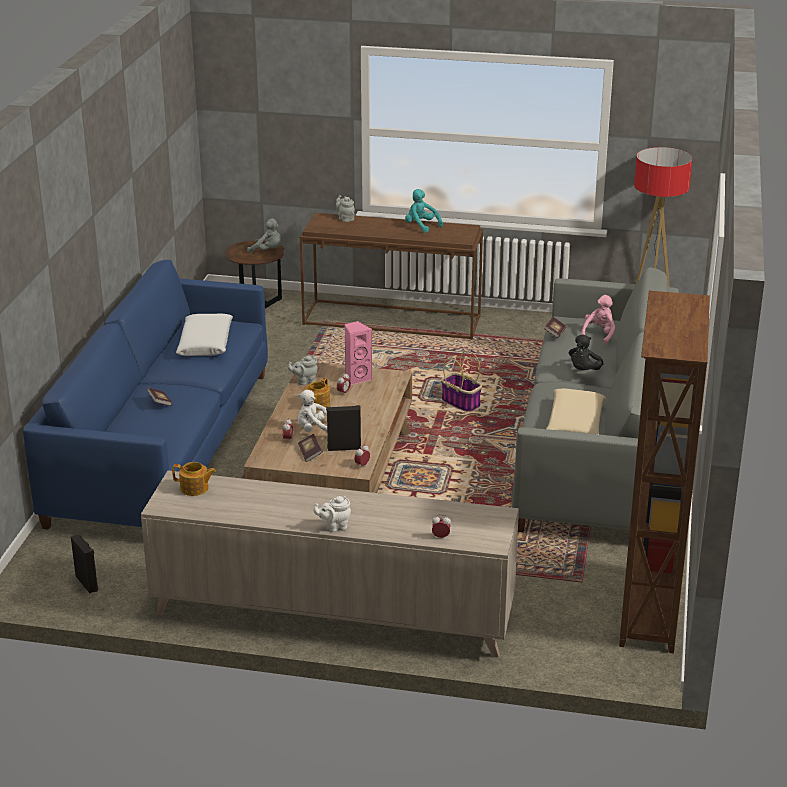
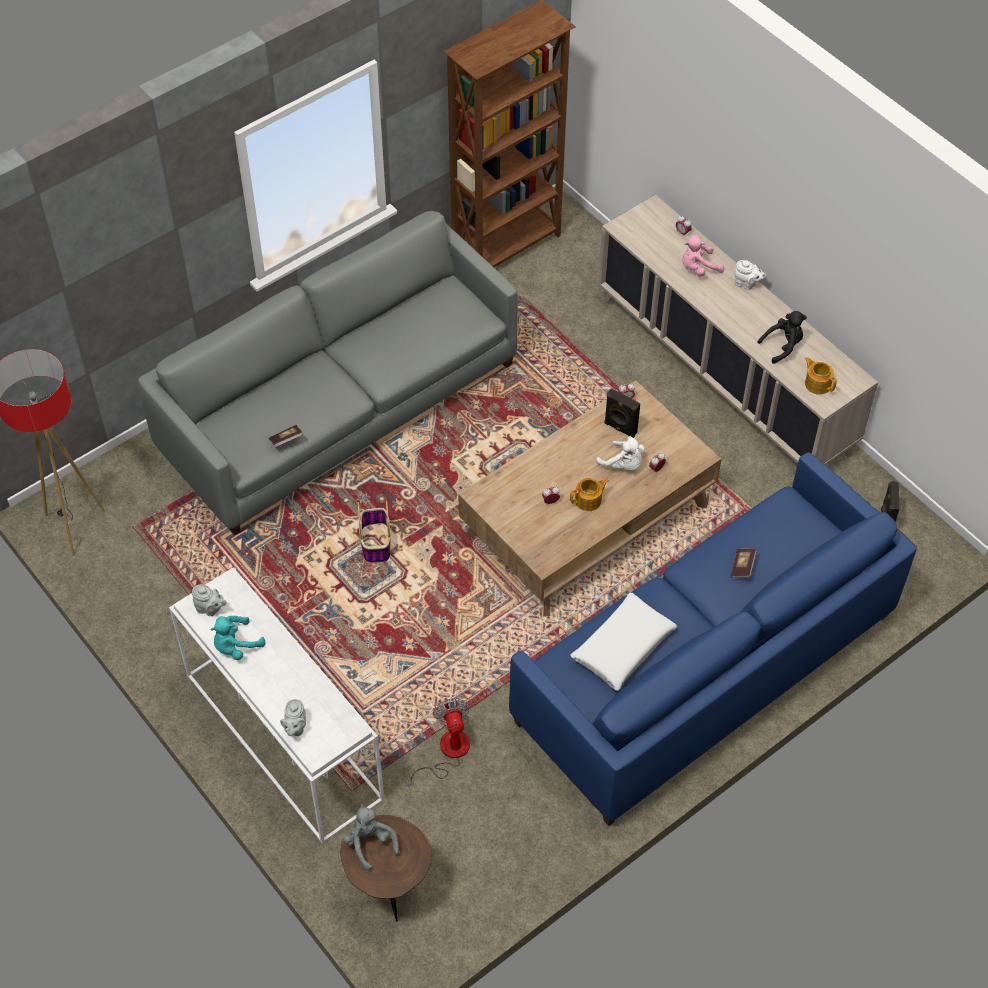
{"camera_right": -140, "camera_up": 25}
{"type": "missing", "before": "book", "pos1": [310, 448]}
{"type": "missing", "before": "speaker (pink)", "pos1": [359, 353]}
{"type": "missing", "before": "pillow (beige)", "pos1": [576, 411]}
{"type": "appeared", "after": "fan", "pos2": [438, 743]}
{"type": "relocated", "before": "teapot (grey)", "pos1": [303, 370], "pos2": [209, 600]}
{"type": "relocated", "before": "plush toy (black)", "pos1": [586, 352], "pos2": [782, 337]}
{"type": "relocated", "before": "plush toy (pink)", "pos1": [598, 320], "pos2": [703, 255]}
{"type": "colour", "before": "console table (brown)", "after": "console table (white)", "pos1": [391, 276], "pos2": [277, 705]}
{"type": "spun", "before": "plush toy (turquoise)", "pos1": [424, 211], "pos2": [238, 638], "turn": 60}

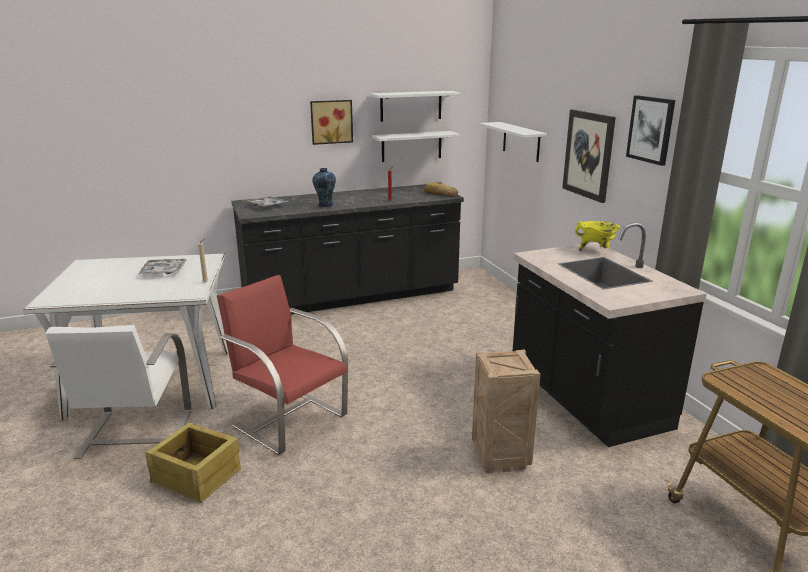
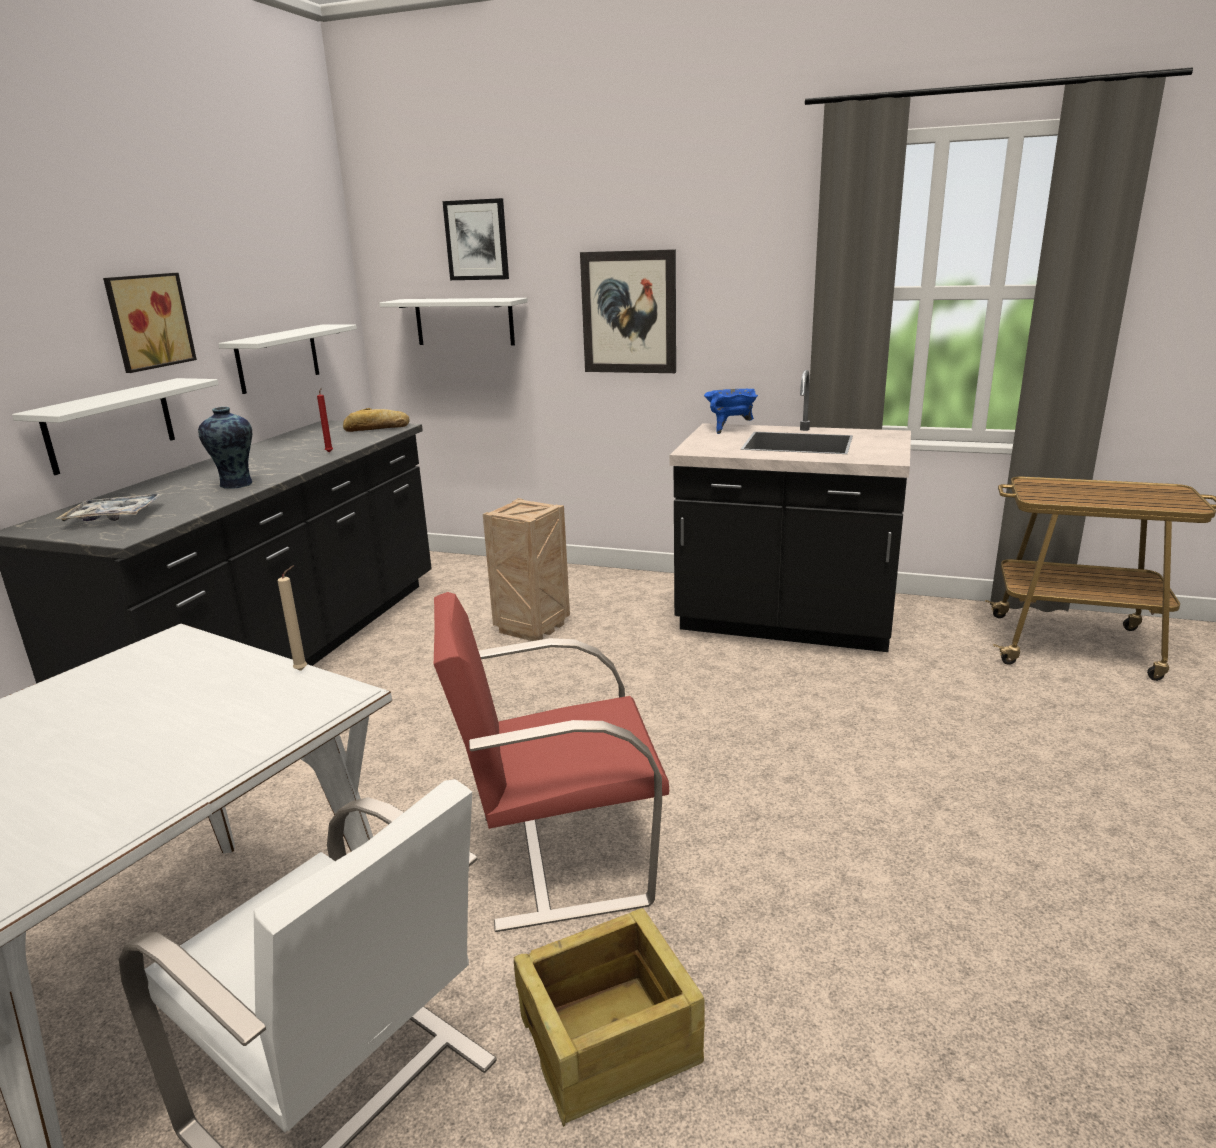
{"camera_right": -50, "camera_up": 0}
{"type": "missing", "before": "tray", "pos1": [163, 266]}
{"type": "relocated", "before": "shelf (white)", "pos1": [415, 106], "pos2": [115, 426]}
{"type": "relocated", "before": "crate", "pos1": [506, 411], "pos2": [526, 569]}
{"type": "relocated", "before": "picture", "pos1": [650, 130], "pos2": [475, 239]}
{"type": "colour", "before": "cooking pot (yellow)", "after": "cooking pot (blue)", "pos1": [597, 236], "pos2": [731, 411]}

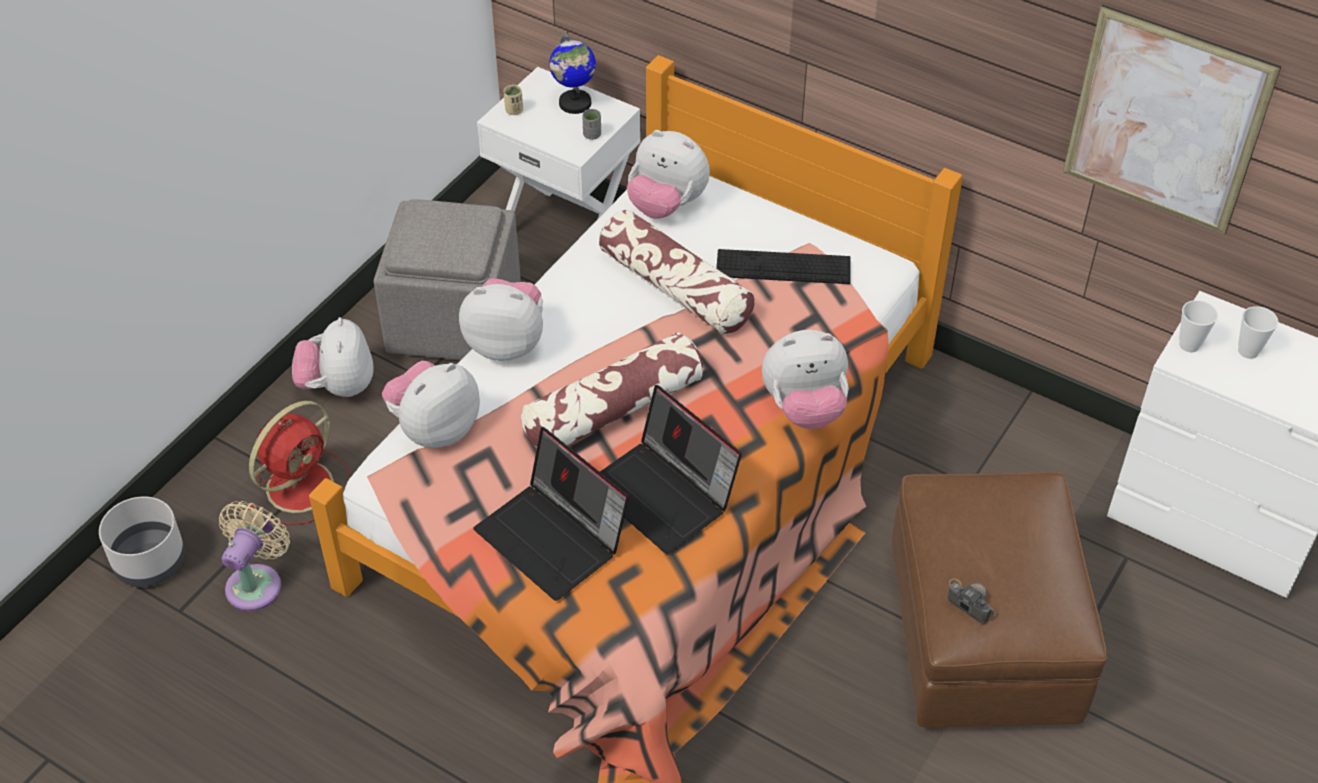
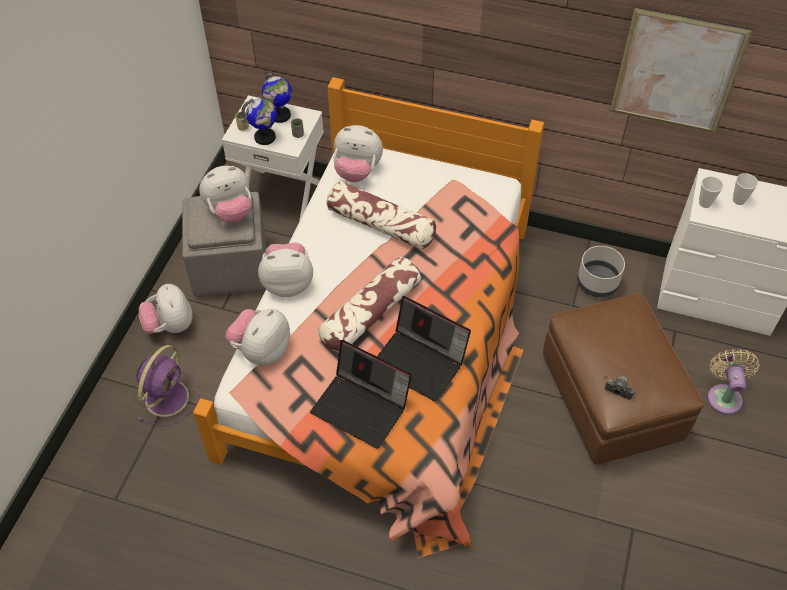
{"camera_right": -15, "camera_up": 5}
{"type": "missing", "before": "keyboard", "pos1": [783, 266]}
{"type": "appeared", "after": "globe", "pos2": [259, 121]}
{"type": "relocated", "before": "planter (grey)", "pos1": [142, 541], "pos2": [601, 271]}
{"type": "relocated", "before": "fan (beige)", "pos1": [254, 556], "pos2": [733, 382]}
{"type": "relocated", "before": "plush toy", "pos1": [805, 379], "pos2": [225, 194]}
{"type": "colour", "before": "fan (red)", "after": "fan (purple)", "pos1": [300, 463], "pos2": [168, 385]}

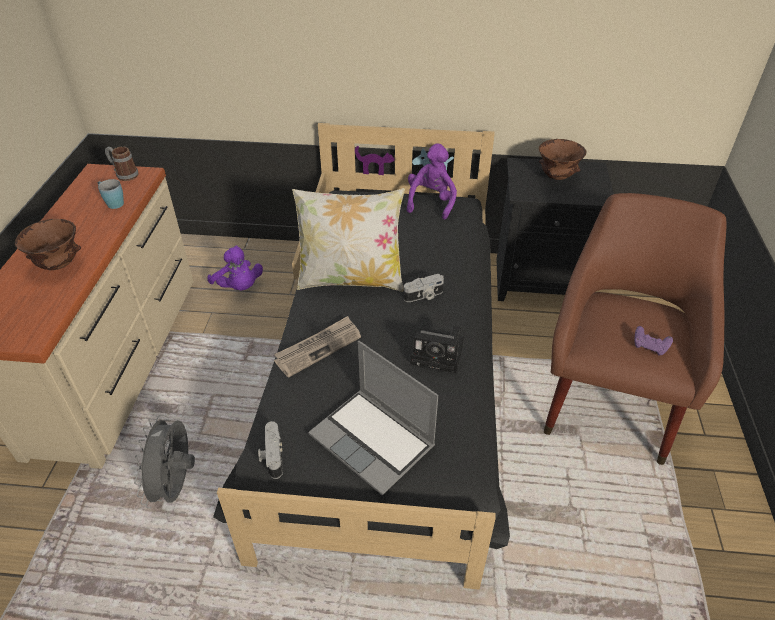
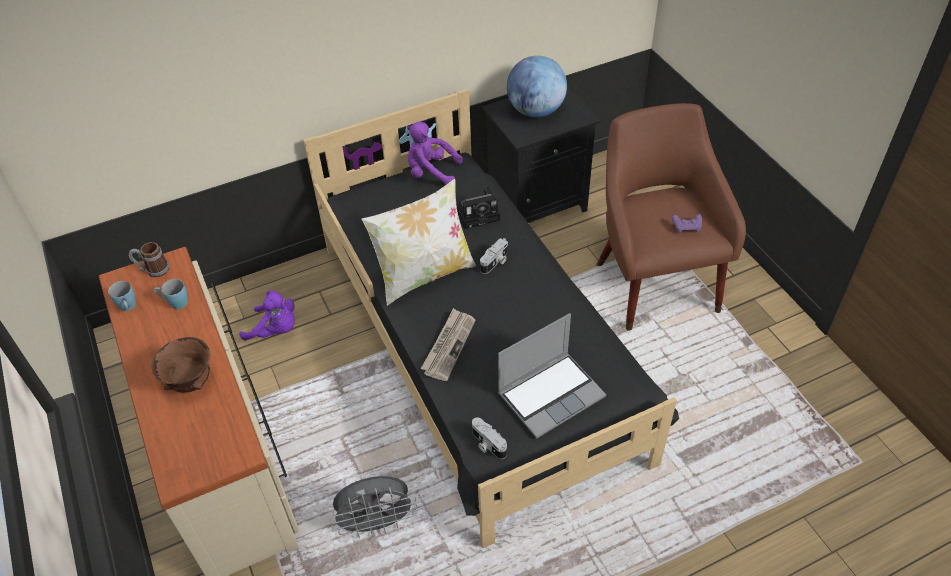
{"camera_right": -30, "camera_up": 5}
{"type": "appeared", "after": "mug (blue)", "pos2": [122, 296]}
{"type": "relocated", "before": "photo camera", "pos1": [437, 349], "pos2": [478, 207]}
{"type": "exchanged", "before": "bowl (brown)", "after": "globe", "pos1": [562, 159], "pos2": [537, 86]}
{"type": "spun", "before": "fan (grey)", "pos1": [164, 462], "pos2": [373, 507], "turn": -75}
{"type": "spun", "before": "laptop", "pos1": [373, 418], "pos2": [552, 376], "turn": -45}
{"type": "spun", "before": "plush toy (purple)", "pos1": [432, 181], "pos2": [434, 153], "turn": -60}

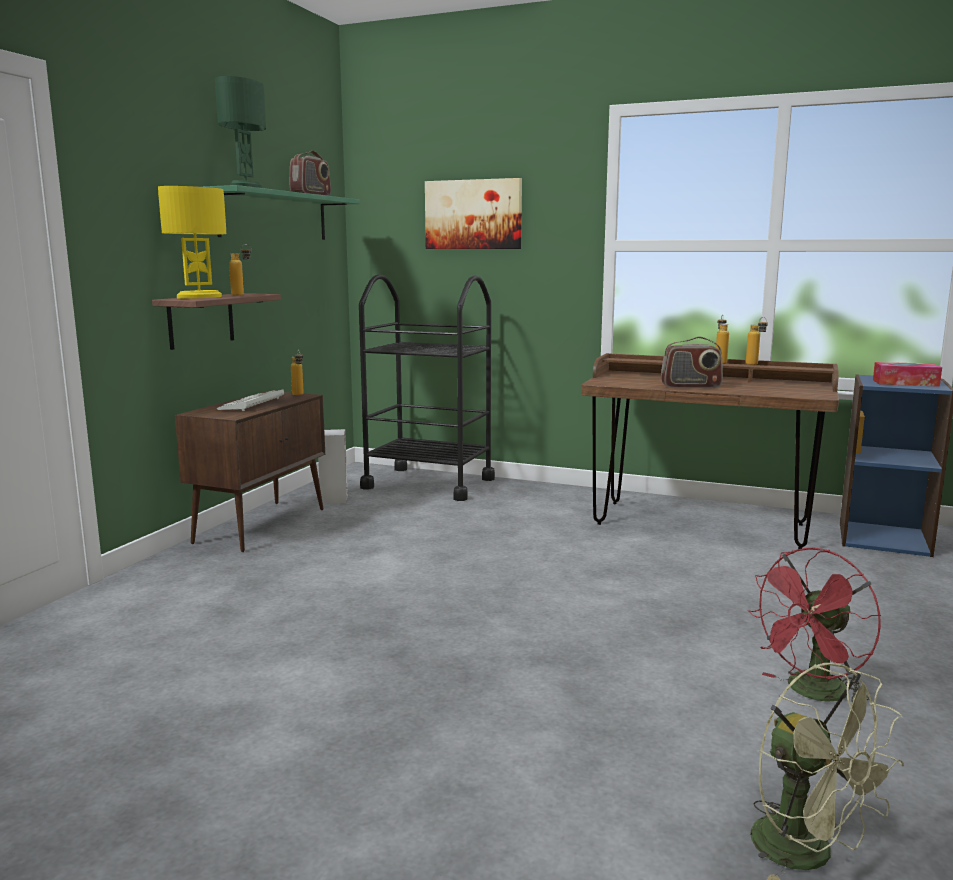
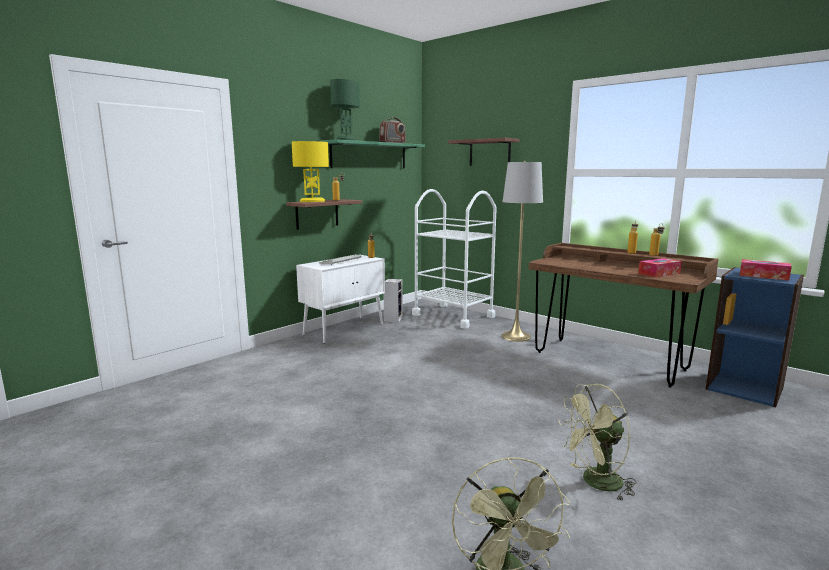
{"camera_right": 20, "camera_up": 0}
{"type": "missing", "before": "radio", "pos1": [692, 362]}
{"type": "appeared", "after": "floor lamp (grey)", "pos2": [522, 251]}
{"type": "appeared", "after": "tissue box", "pos2": [660, 267]}
{"type": "exchanged", "before": "picture", "after": "shelf", "pos1": [473, 213], "pos2": [483, 152]}
{"type": "colour", "before": "cabinet (brown)", "after": "cabinet (white)", "pos1": [250, 471], "pos2": [340, 299]}
{"type": "colour", "before": "cart (black)", "after": "cart (white)", "pos1": [427, 387], "pos2": [454, 259]}
{"type": "colour", "before": "fan (red)", "after": "fan (green)", "pos1": [814, 625], "pos2": [597, 443]}

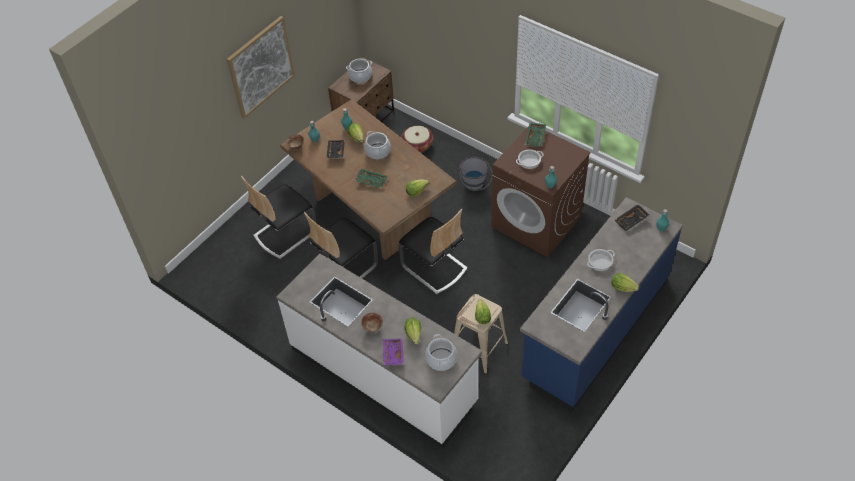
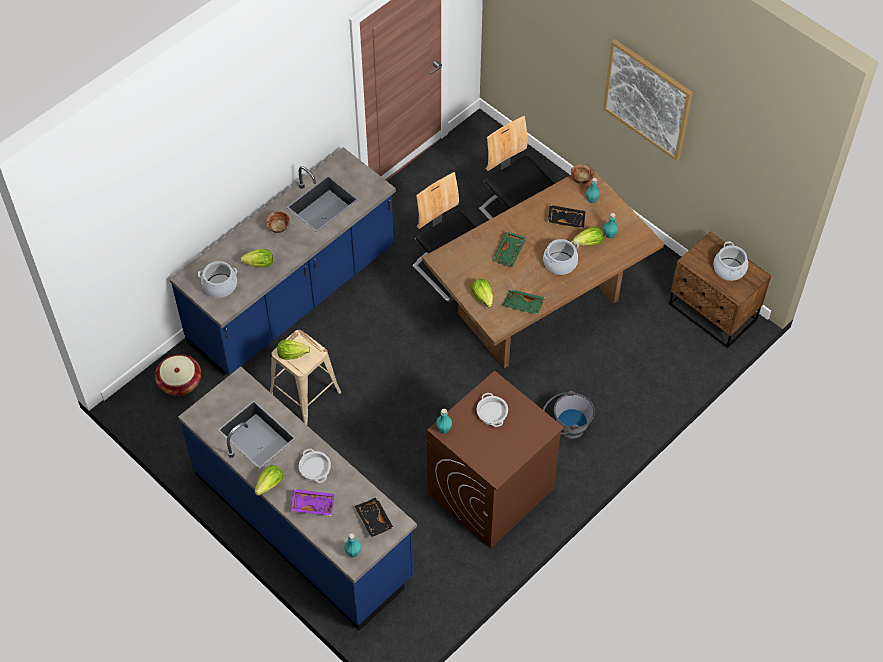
{"camera_right": 95, "camera_up": 5}
{"type": "missing", "before": "chair", "pos1": [433, 251]}
{"type": "relocated", "before": "tray (purple)", "pos1": [393, 352], "pos2": [312, 502]}
{"type": "relocated", "before": "basket", "pos1": [417, 139], "pos2": [178, 375]}
{"type": "relocated", "before": "tray (green)", "pos1": [535, 134], "pos2": [523, 301]}
{"type": "colour", "before": "counter (white)", "after": "counter (blue)", "pos1": [379, 350], "pos2": [282, 261]}

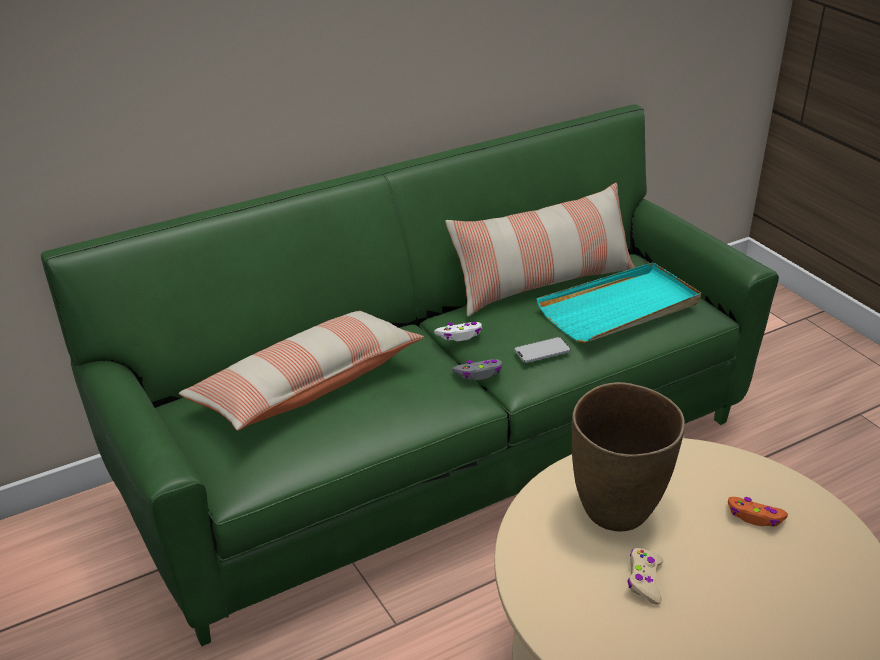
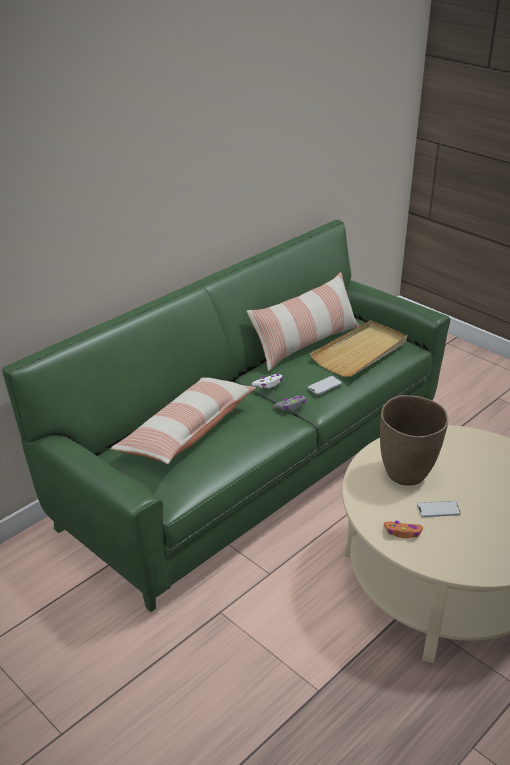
{"camera_right": -15, "camera_up": 0}
{"type": "relocated", "before": "game controller (orange)", "pos1": [758, 512], "pos2": [403, 529]}
{"type": "exchanged", "before": "game controller (beige)", "after": "phone", "pos1": [645, 576], "pos2": [439, 509]}
{"type": "colour", "before": "tray (turquoise)", "after": "tray (beige)", "pos1": [618, 302], "pos2": [358, 348]}

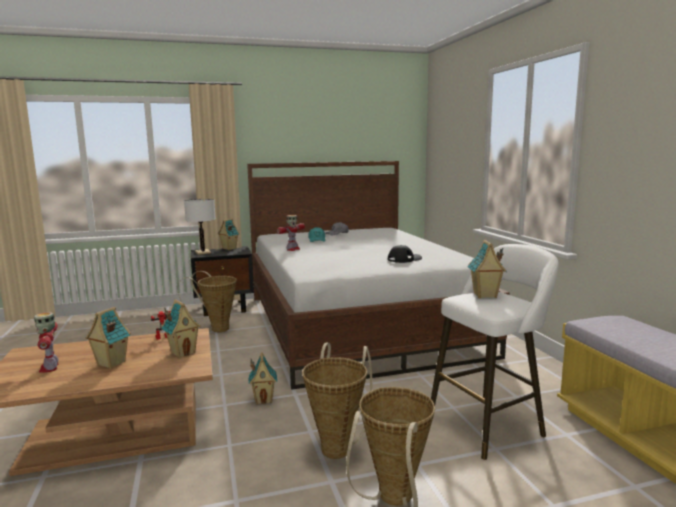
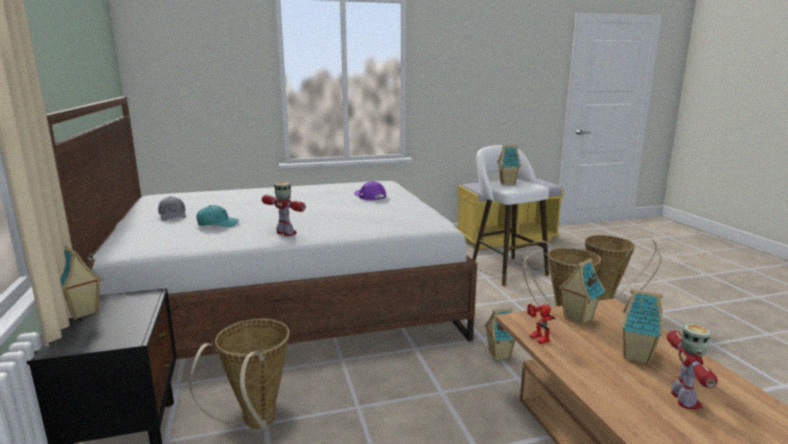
{"camera_right": -90, "camera_up": 5}
{"type": "missing", "before": "table lamp (white)", "pos1": [200, 227]}
{"type": "colour", "before": "cap (black)", "after": "cap (purple)", "pos1": [405, 254], "pos2": [370, 191]}
{"type": "spun", "before": "toy robot", "pos1": [46, 342], "pos2": [692, 367], "turn": -60}

